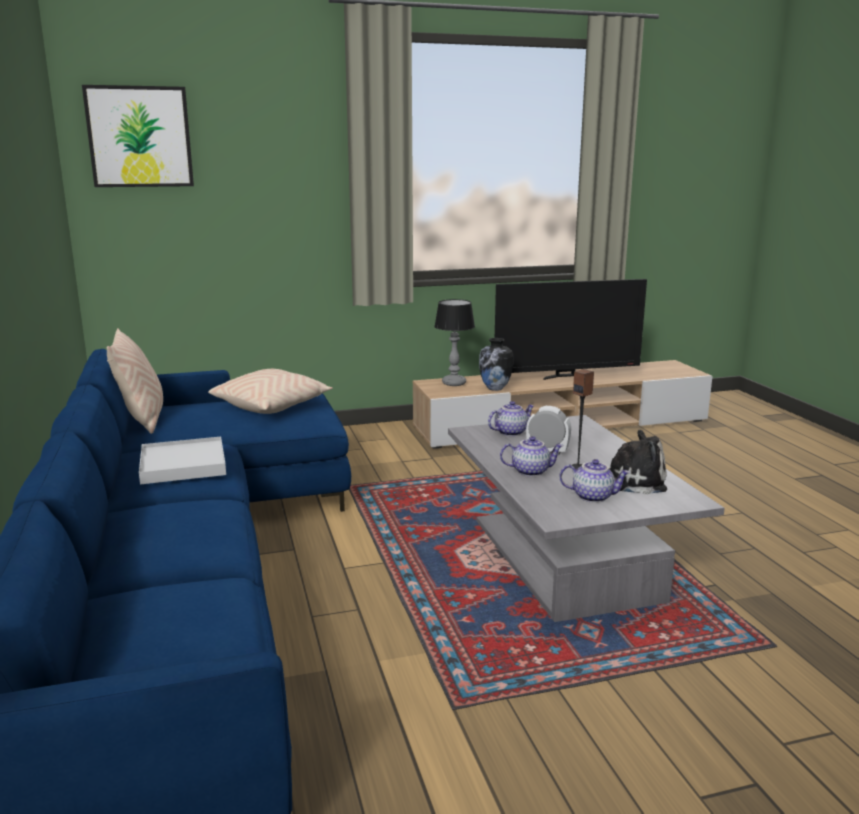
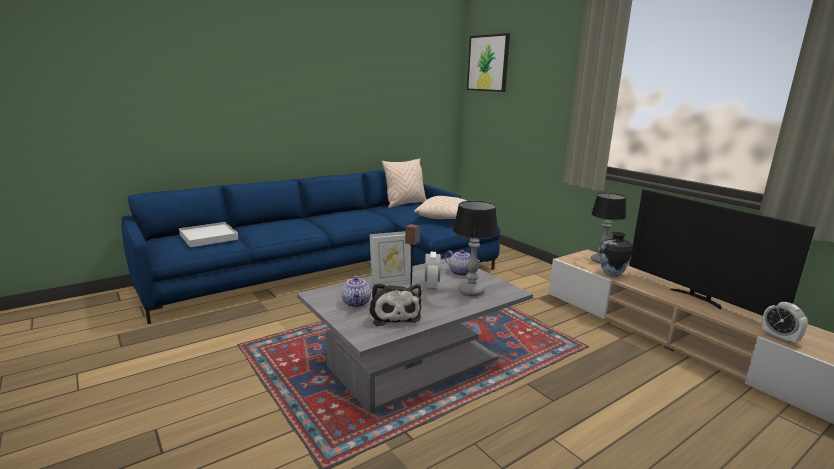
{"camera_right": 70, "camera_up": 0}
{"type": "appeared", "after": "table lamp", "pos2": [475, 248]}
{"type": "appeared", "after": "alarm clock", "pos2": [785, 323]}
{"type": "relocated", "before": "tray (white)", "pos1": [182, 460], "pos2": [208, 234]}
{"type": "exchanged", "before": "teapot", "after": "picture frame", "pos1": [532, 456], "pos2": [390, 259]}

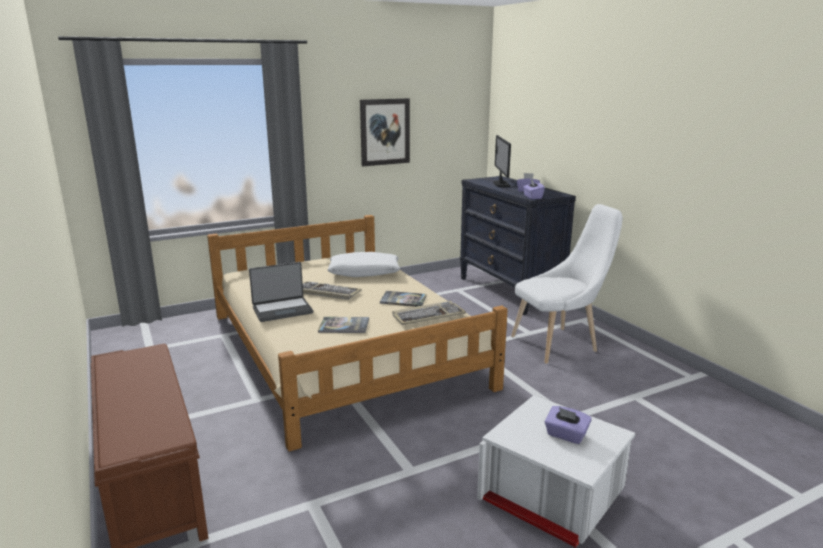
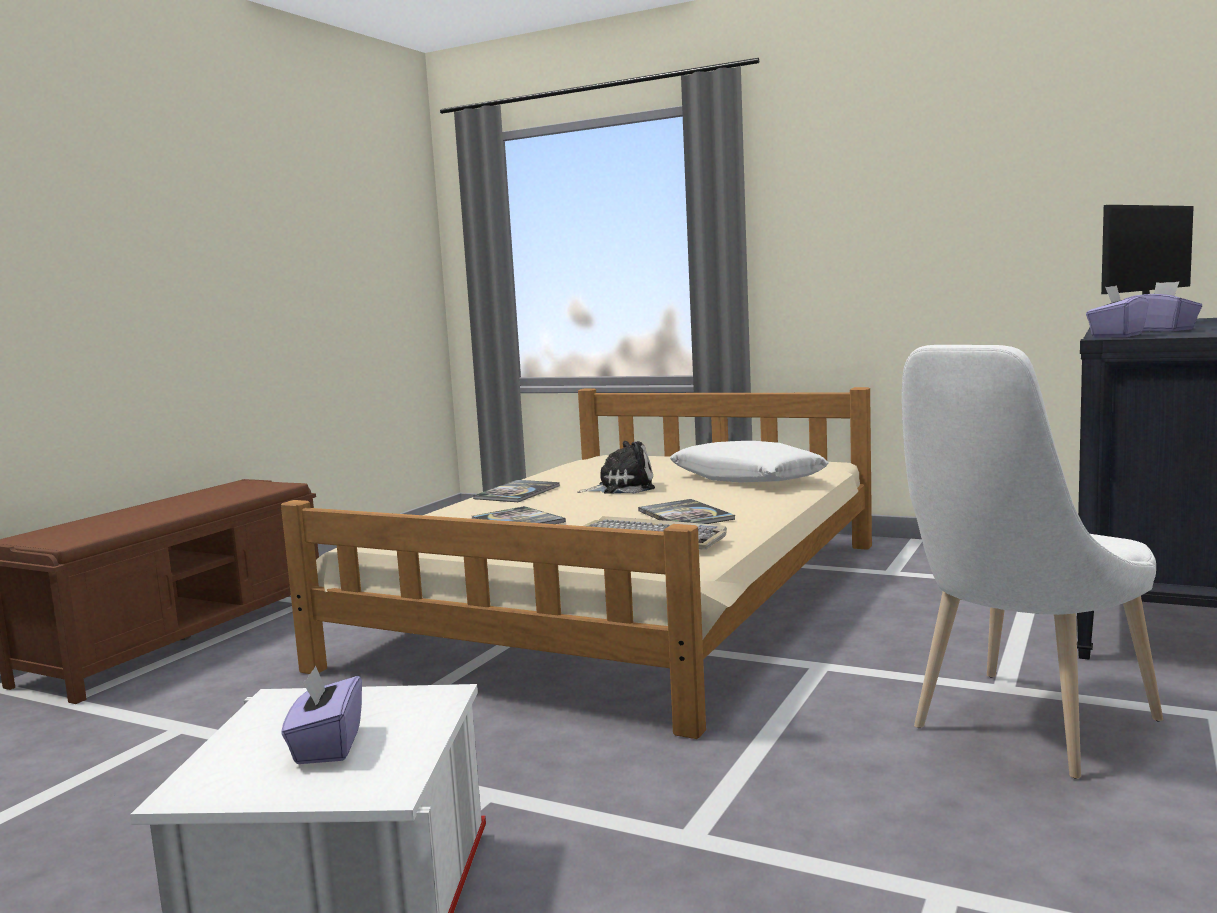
{"camera_right": 55, "camera_up": -10}
{"type": "missing", "before": "picture", "pos1": [385, 132]}
{"type": "exchanged", "before": "laptop", "after": "book", "pos1": [281, 292], "pos2": [516, 491]}
{"type": "exchanged", "before": "keyboard", "after": "plush toy", "pos1": [332, 291], "pos2": [616, 467]}
{"type": "spun", "before": "chair (white)", "pos1": [567, 284], "pos2": [1032, 562], "turn": 105}

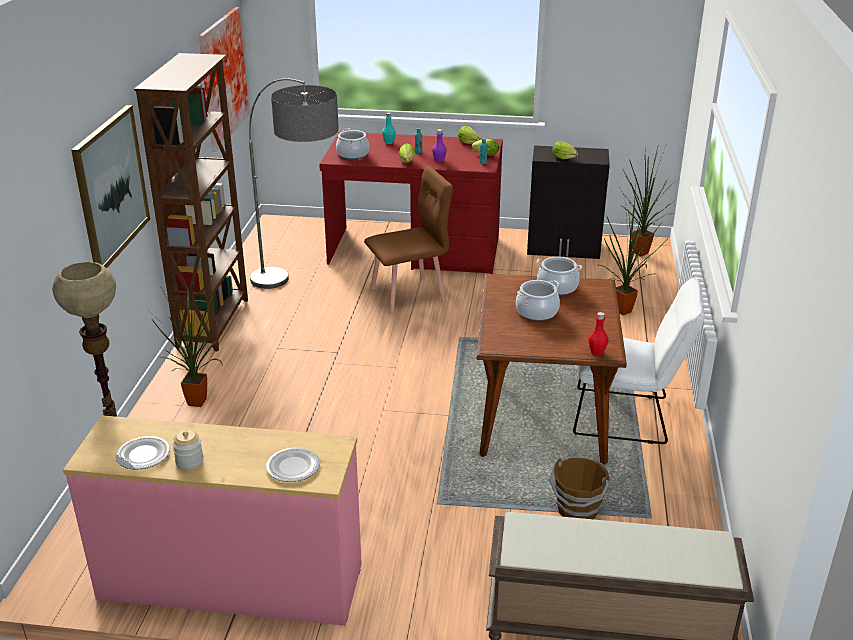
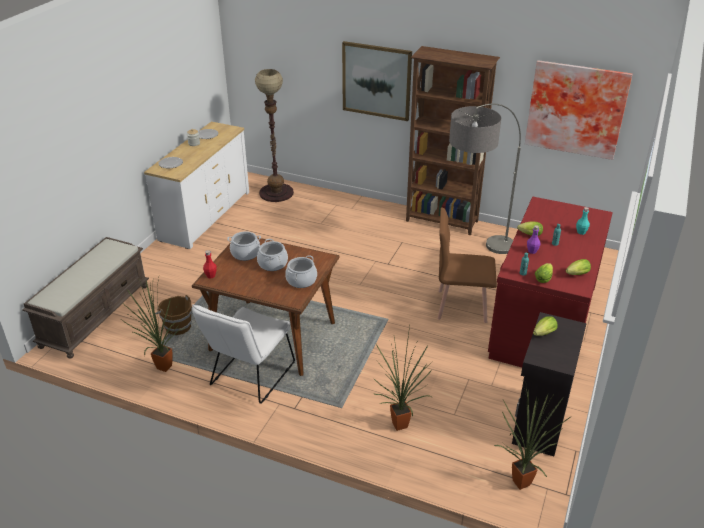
{"camera_right": 105, "camera_up": 5}
{"type": "relocated", "before": "potted plant", "pos1": [188, 335], "pos2": [153, 325]}
{"type": "relocated", "before": "cooking pot", "pos1": [352, 143], "pos2": [244, 246]}
{"type": "colour", "before": "dresser (pink)", "after": "dresser (white)", "pos1": [212, 520], "pos2": [196, 185]}
{"type": "spun", "before": "chair (brown)", "pos1": [408, 239], "pos2": [467, 265], "turn": 105}

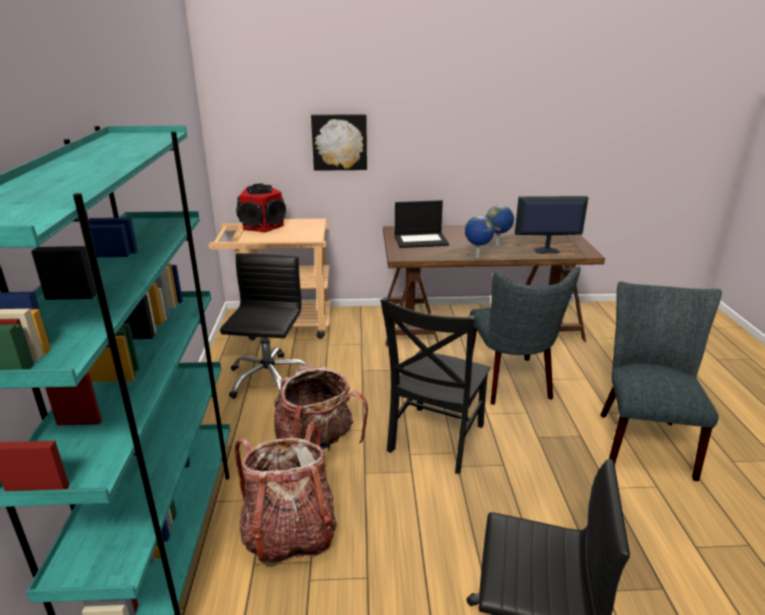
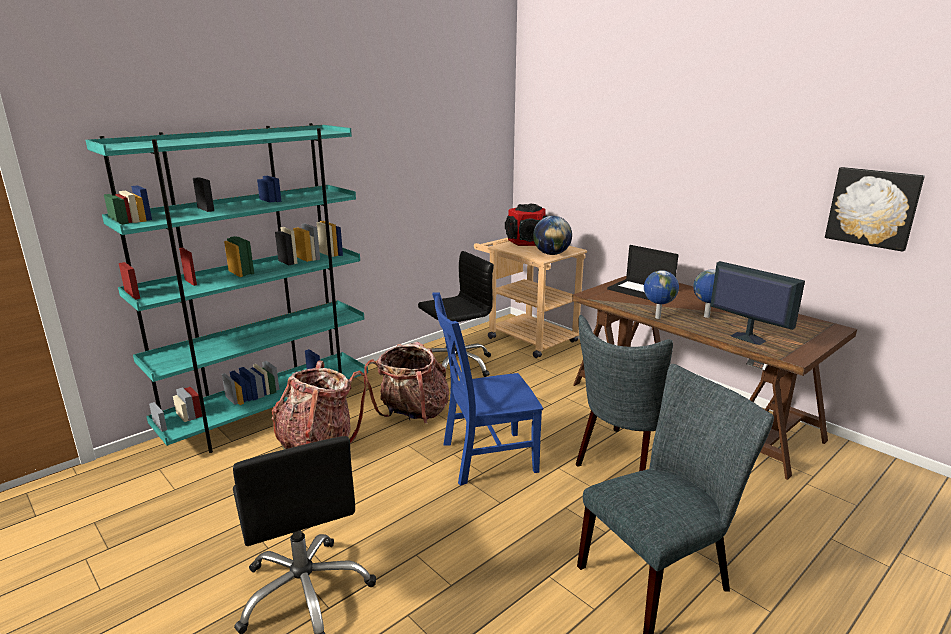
{"camera_right": 50, "camera_up": -5}
{"type": "appeared", "after": "globe", "pos2": [552, 235]}
{"type": "relocated", "before": "picture", "pos1": [339, 142], "pos2": [875, 209]}
{"type": "colour", "before": "chair (black)", "after": "chair (blue)", "pos1": [435, 385], "pos2": [487, 389]}

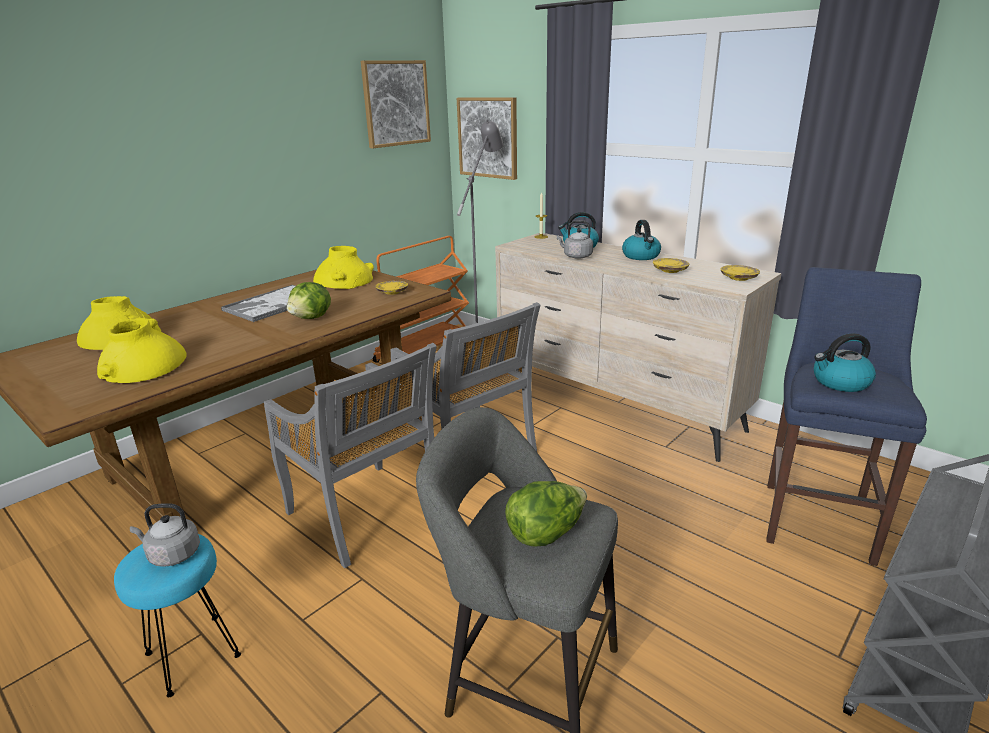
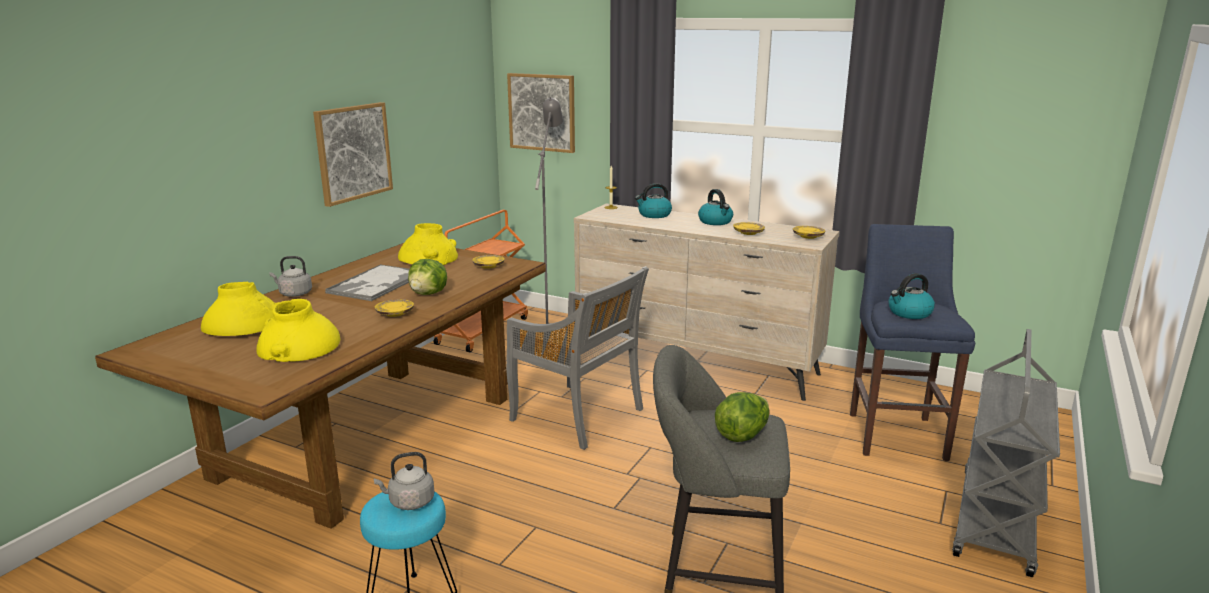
{"camera_right": -15, "camera_up": -5}
{"type": "missing", "before": "chair (grey)", "pos1": [350, 455]}
{"type": "appeared", "after": "plate (yellow)", "pos2": [394, 308]}
{"type": "relocated", "before": "picture", "pos1": [396, 104], "pos2": [353, 154]}
{"type": "relocated", "before": "kettle (grey)", "pos1": [575, 239], "pos2": [291, 276]}

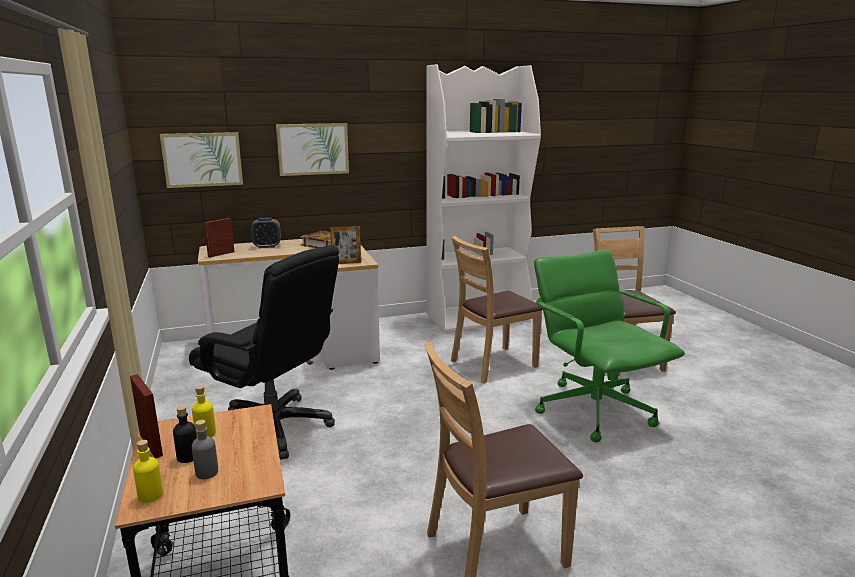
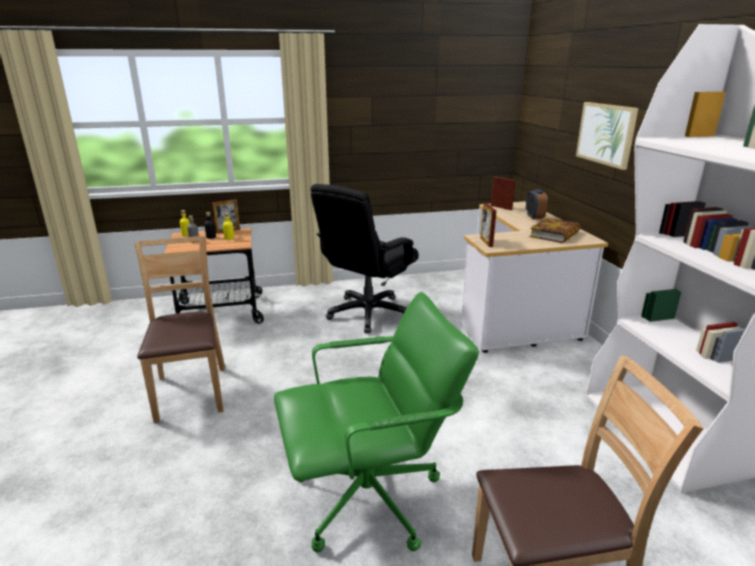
{"camera_right": 95, "camera_up": 5}
{"type": "missing", "before": "picture", "pos1": [201, 160]}
{"type": "missing", "before": "chair (brown)", "pos1": [497, 309]}

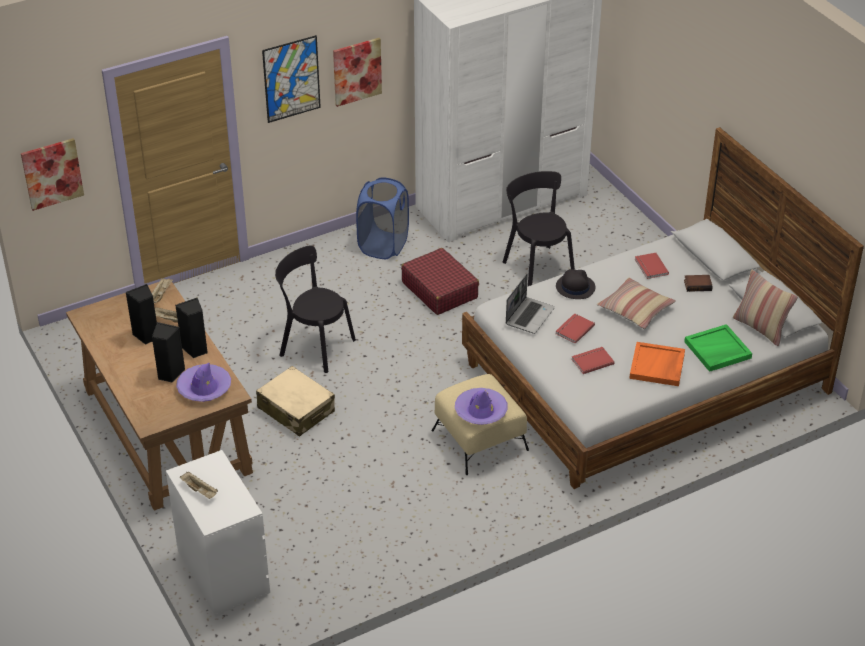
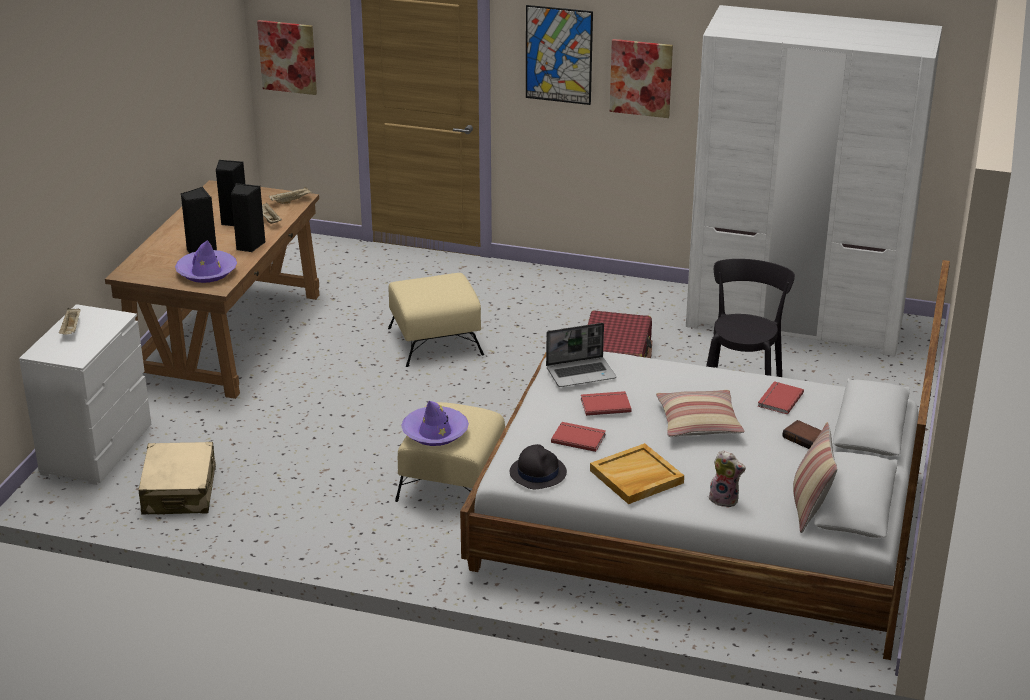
{"camera_right": 45, "camera_up": -10}
{"type": "missing", "before": "laundry basket (blue)", "pos1": [382, 218]}
{"type": "relocated", "before": "suitcase (beige)", "pos1": [295, 401], "pos2": [177, 478]}
{"type": "relocated", "before": "hat (black)", "pos1": [576, 284], "pos2": [538, 466]}
{"type": "exchanged", "before": "chair (black)", "after": "ottoman (beige)", "pos1": [315, 309], "pos2": [436, 320]}
{"type": "exchanged", "before": "tray (green)", "after": "plush toy", "pos1": [718, 348], "pos2": [727, 479]}
{"type": "colour", "before": "tray (orange)", "after": "tray (beige)", "pos1": [657, 364], "pos2": [637, 473]}

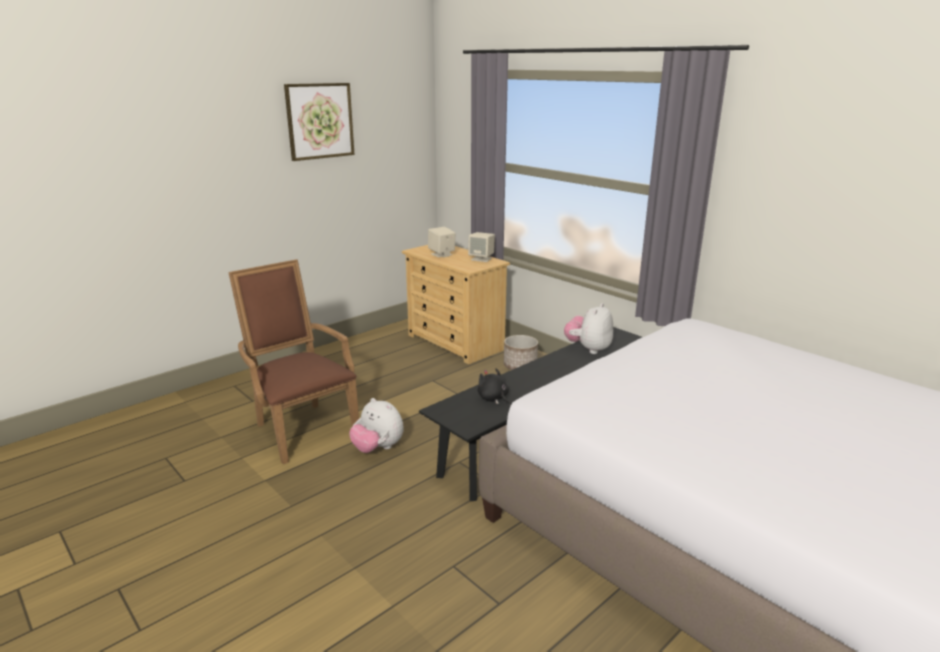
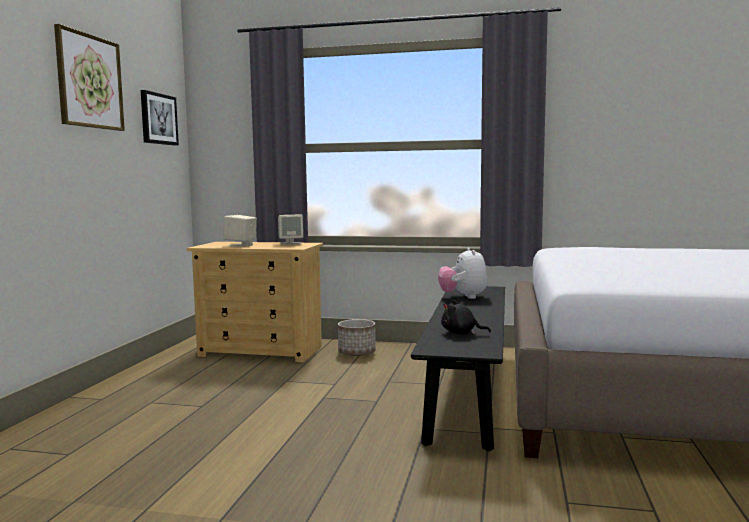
{"camera_right": -35, "camera_up": -15}
{"type": "missing", "before": "armchair (brown)", "pos1": [293, 361]}
{"type": "missing", "before": "plush toy", "pos1": [376, 425]}
{"type": "appeared", "after": "picture", "pos2": [160, 118]}

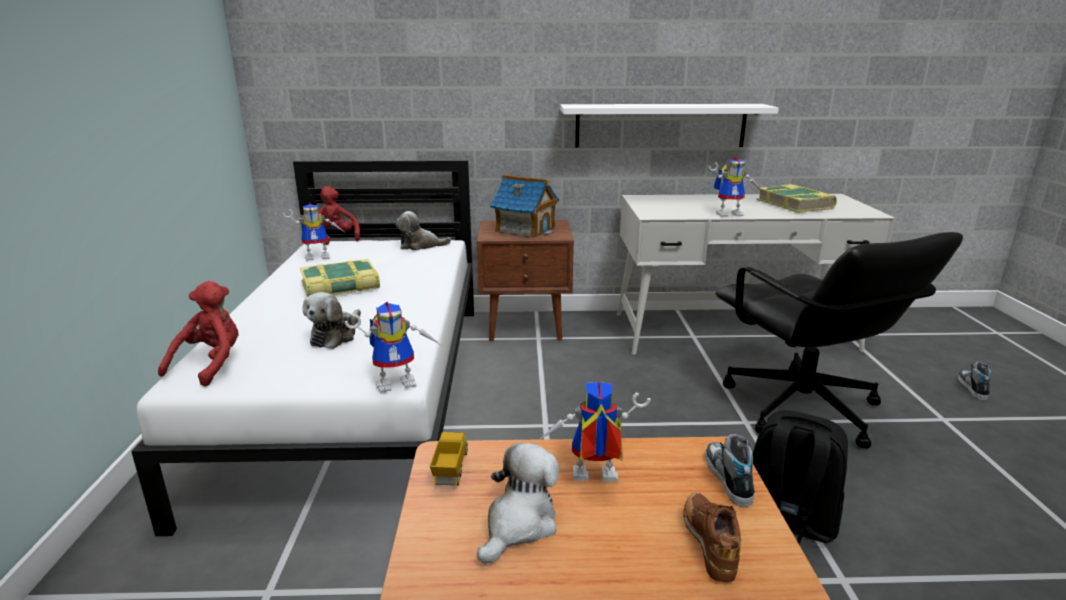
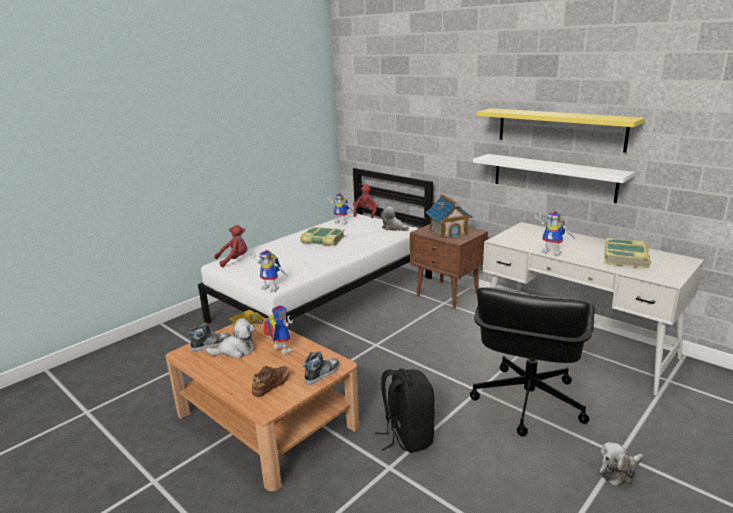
{"camera_right": 45, "camera_up": 0}
{"type": "appeared", "after": "shelf (yellow)", "pos2": [561, 130]}
{"type": "relocated", "before": "plush toy", "pos1": [332, 320], "pos2": [621, 464]}
{"type": "relocated", "before": "shoe", "pos1": [974, 381], "pos2": [209, 337]}

